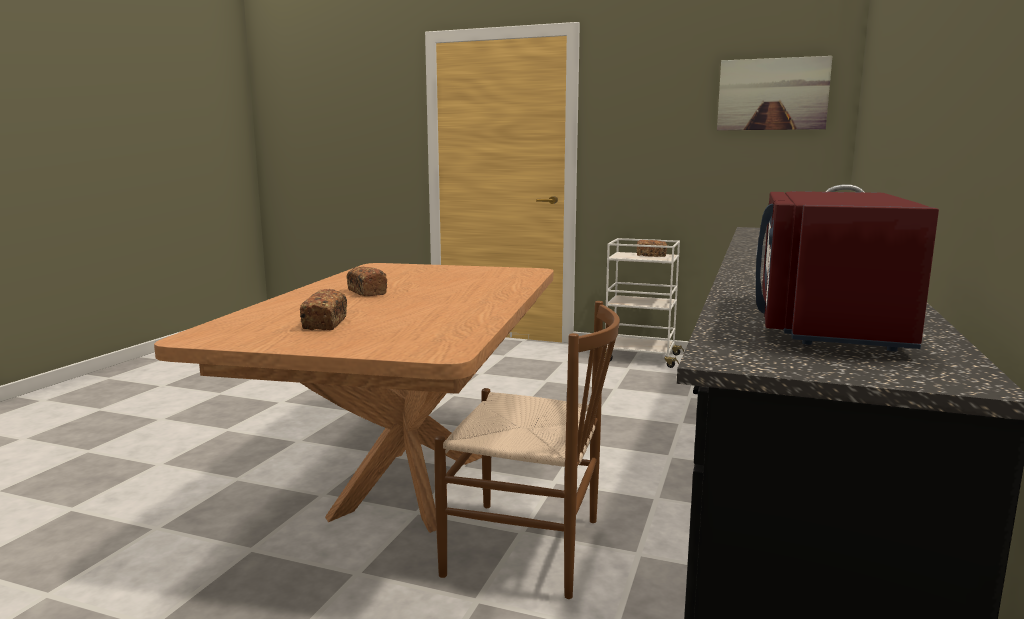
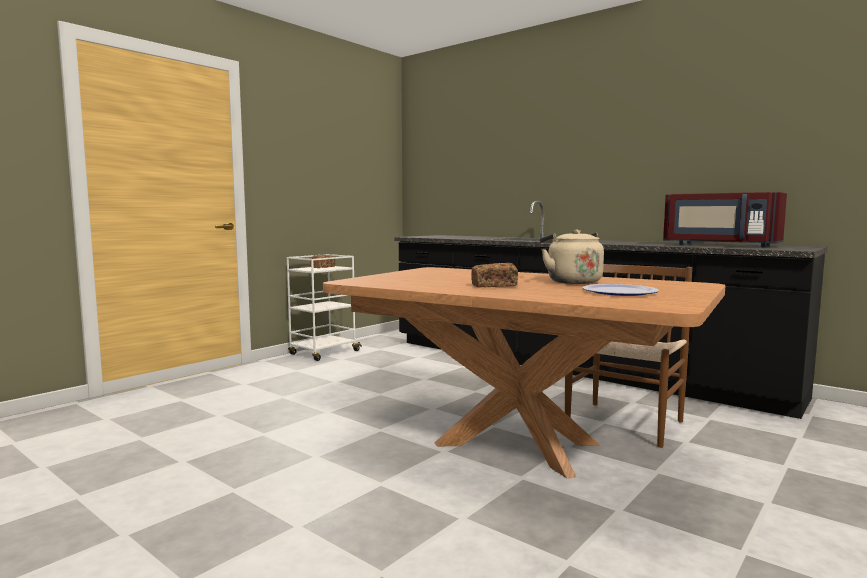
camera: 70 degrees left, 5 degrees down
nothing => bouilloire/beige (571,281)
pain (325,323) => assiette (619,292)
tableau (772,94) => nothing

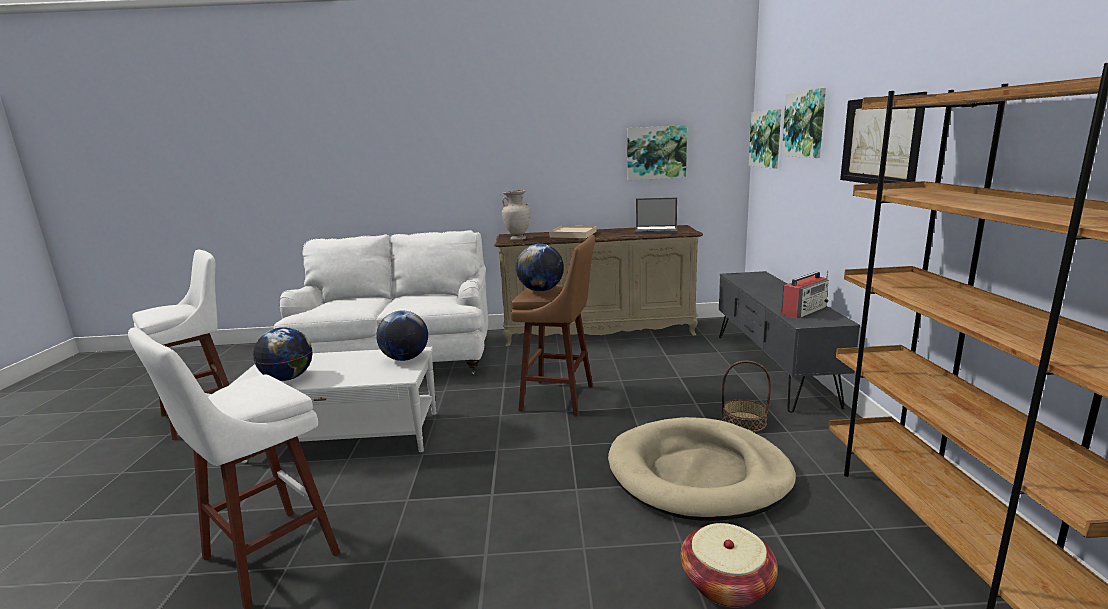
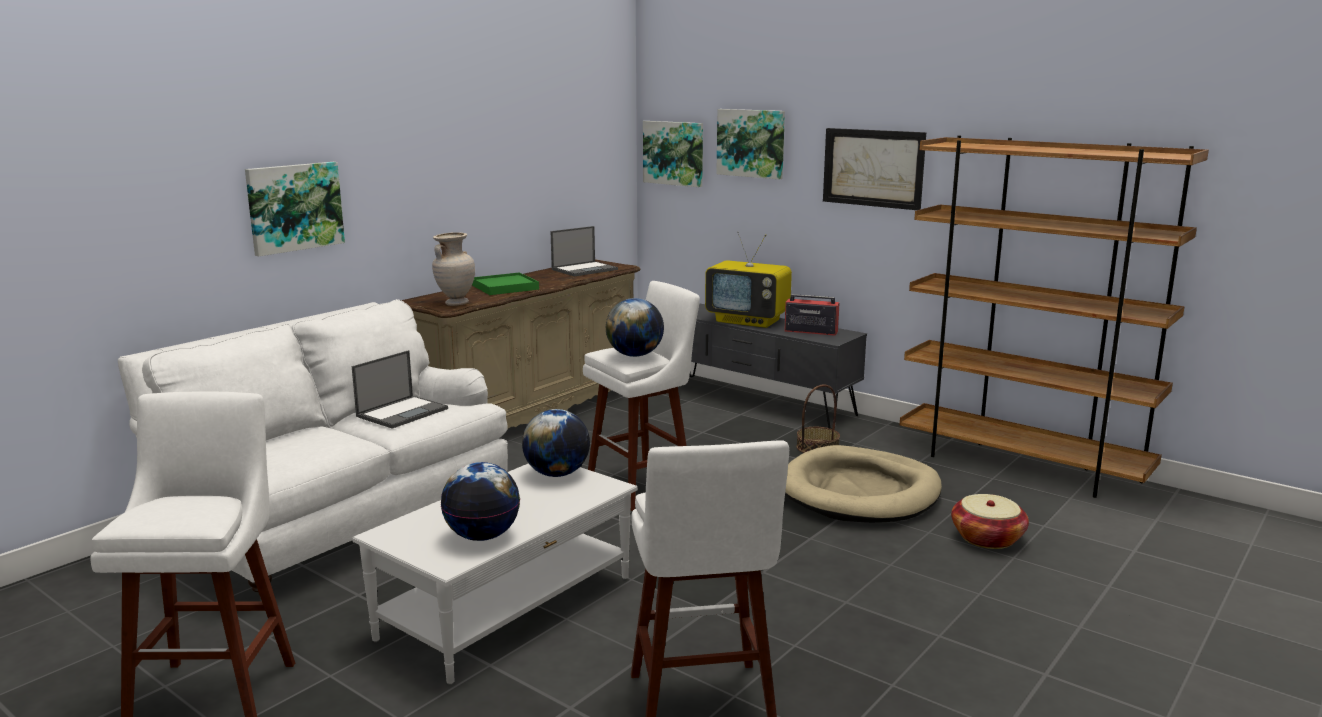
camera: 50 degrees left, 0 degrees up
tableau (656,152) => tableau (294,207), shifted
nothing => ordinateur portable (403,412)
plateau/beige (573,234) => plateau/vert (504,287)
tabouret/marron (560,398) => tabouret/blanc (643,486)
nothing => téléviseur (748,321)
radio (804,311) => radio (810,331), 75 degrees counterclockwise

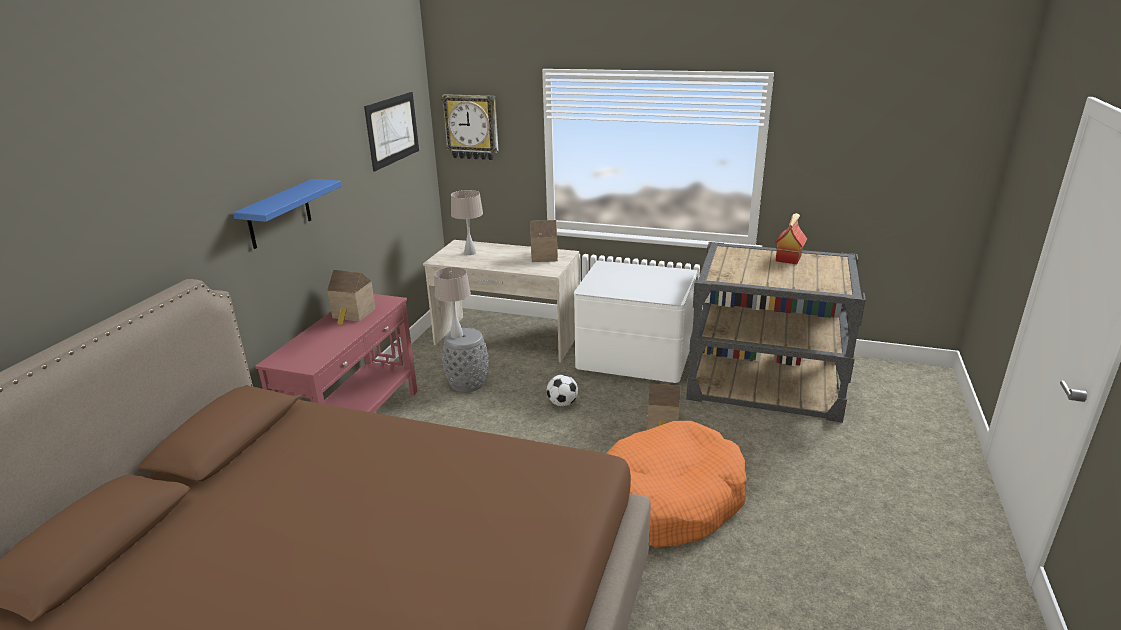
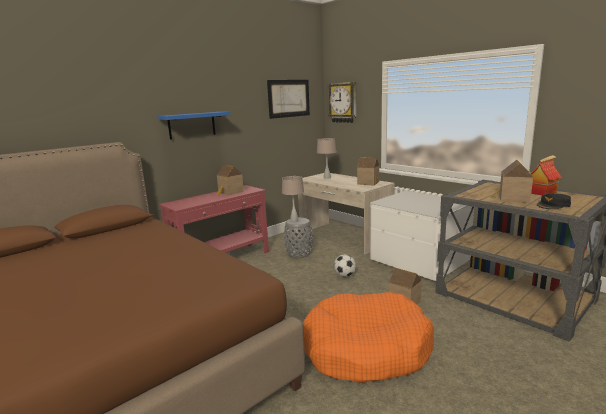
camera: 30 degrees right, 10 degrees down
nothing => maison miniature (512,199)
nothing => casquette/noir (553,205)

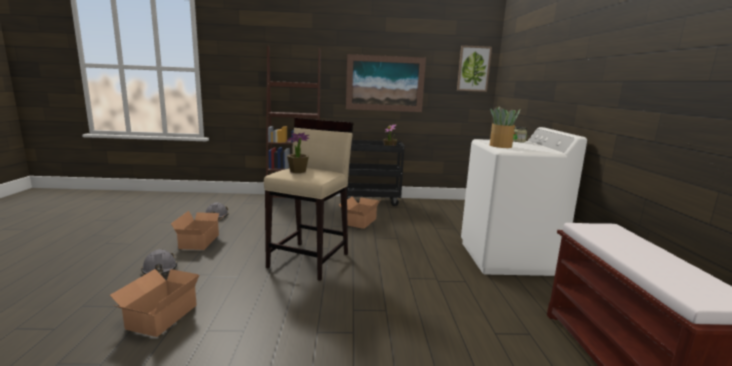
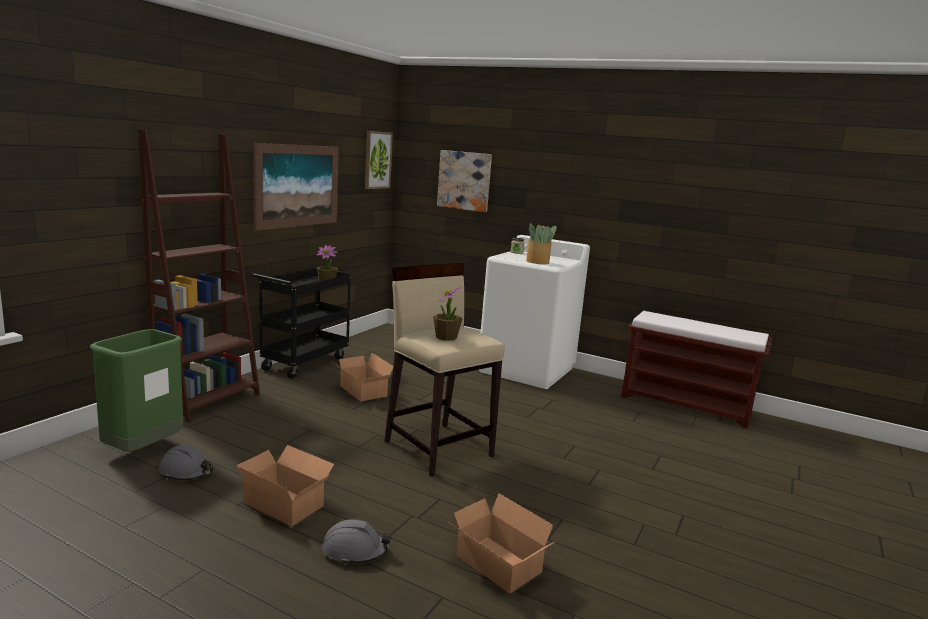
camera: 60 degrees left, 0 degrees up
nothing => poubelle/vert (143,450)
nothing => tableau (464,180)

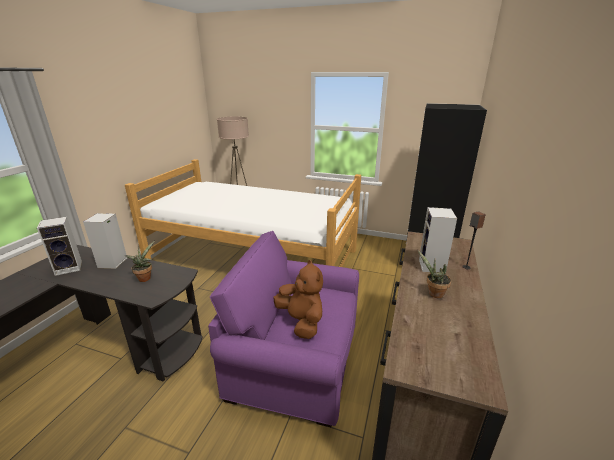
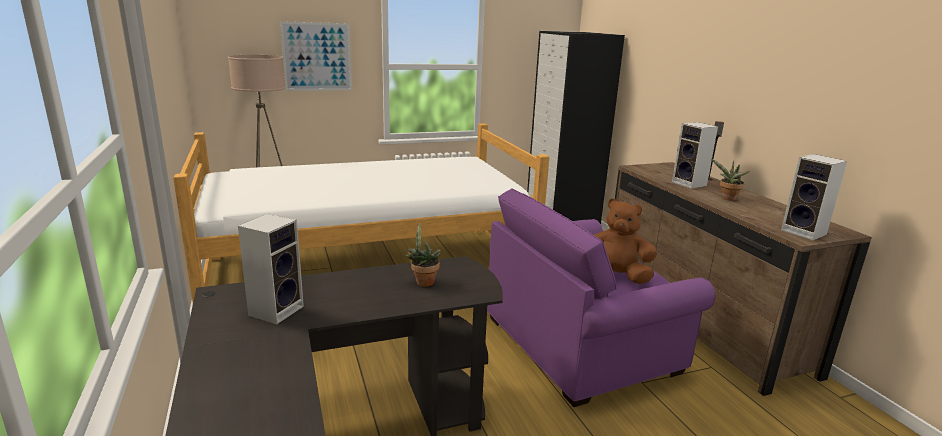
camera: 40 degrees left, 5 degrees down
nothing => tableau (317,57)
enceinte (112,263) => enceinte (805,232), shifted

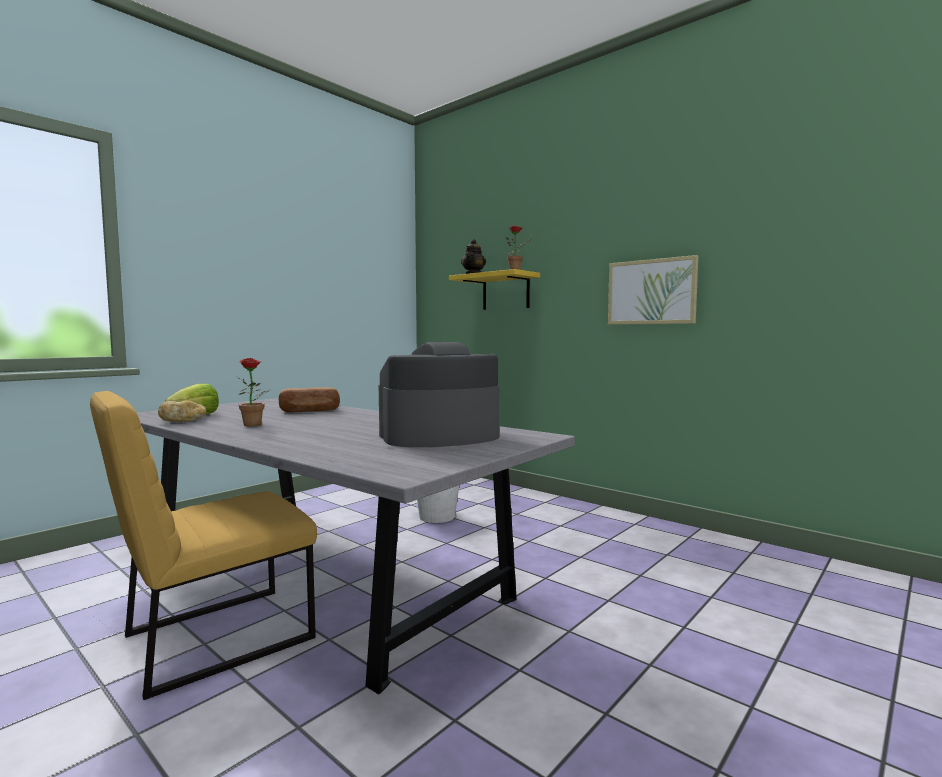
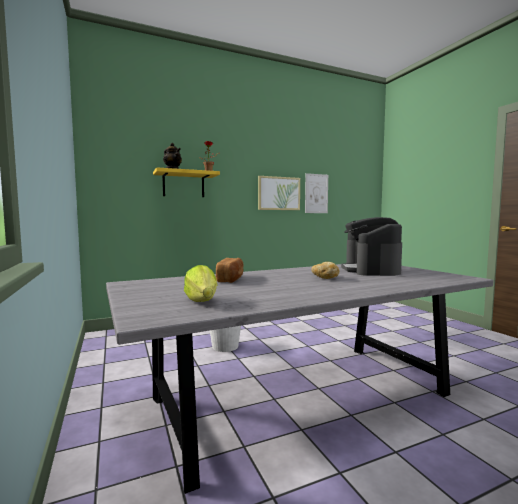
camera: 65 degrees left, 0 degrees up
nothing => tableau (316,193)
pain (183,421) => pain (325,278), shifted
chaise/jaune (213,638) => nothing
plante en pot (254,425) => nothing

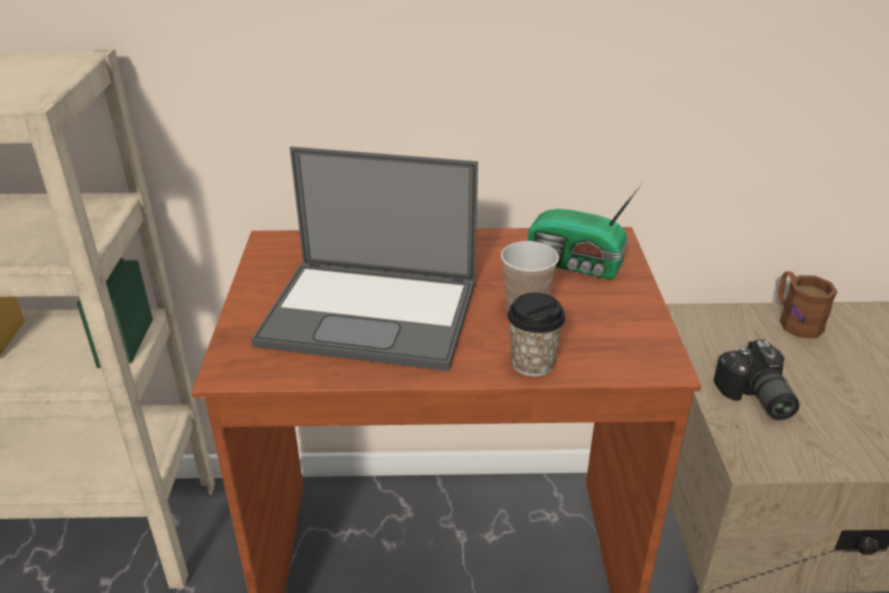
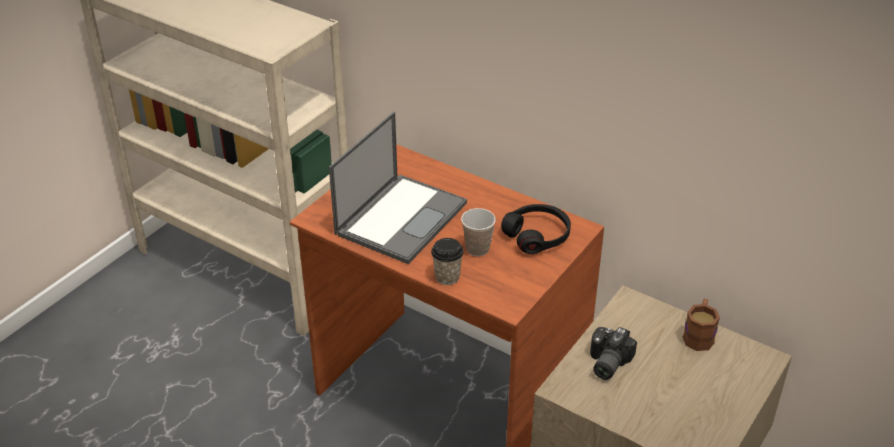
camera: 35 degrees right, 5 degrees up
ordinateur portable (373,313) => ordinateur portable (401,217), 105 degrees counterclockwise
radio (576,265) => casque audio/noir (537,235)

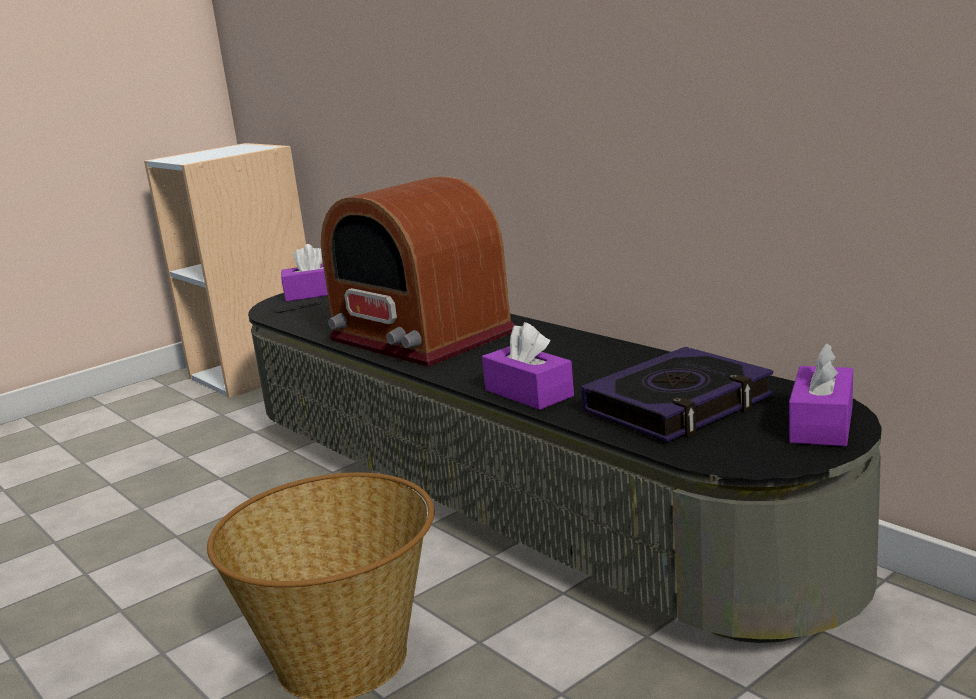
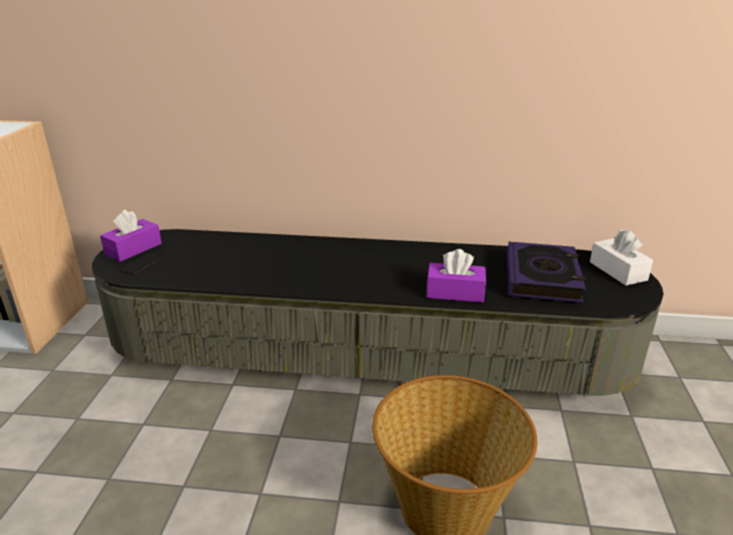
camera: 45 degrees left, 10 degrees up
boîte à mouchoirs/violet (821,424) => boîte à mouchoirs/blanc (618,271)
radio (420,337) => nothing

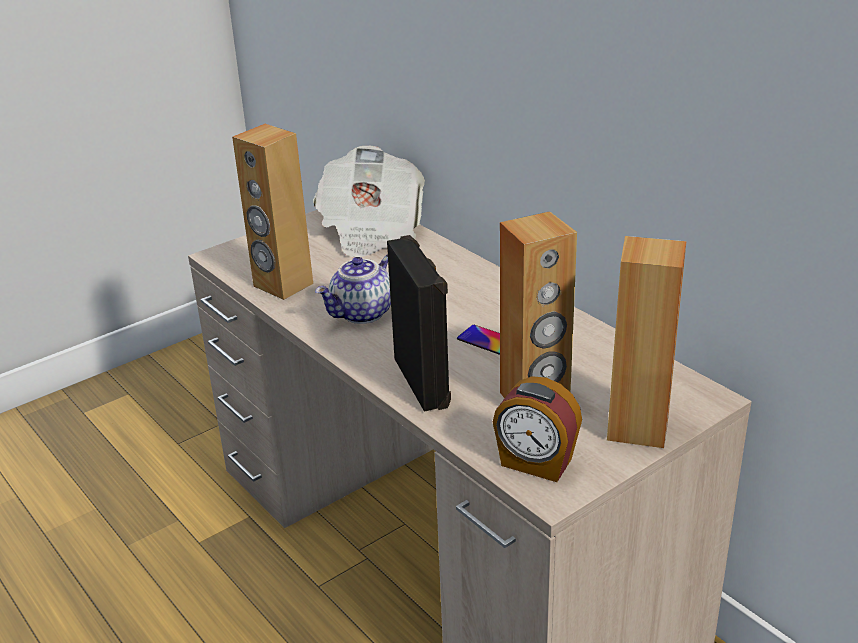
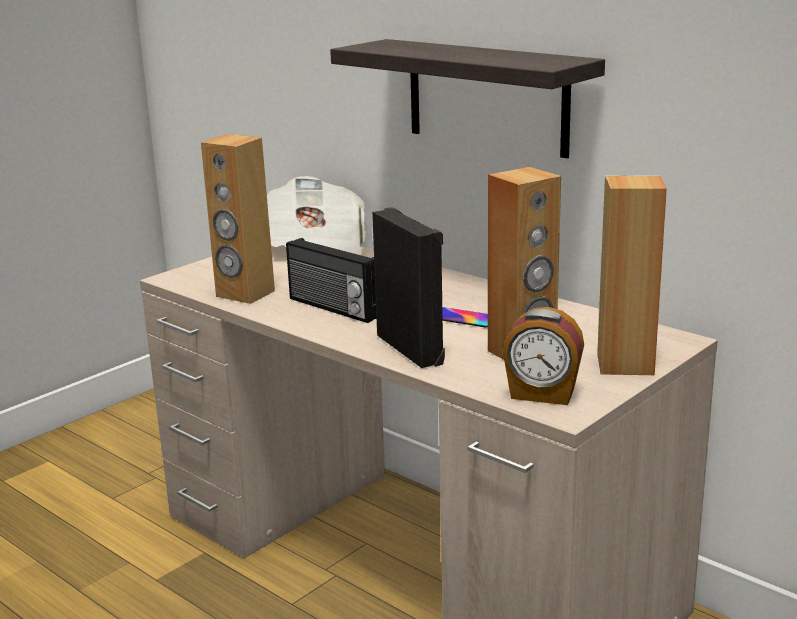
camera: 10 degrees left, 10 degrees down
théière (363,314) => radio (333,308)
nothing => étagère (487,97)

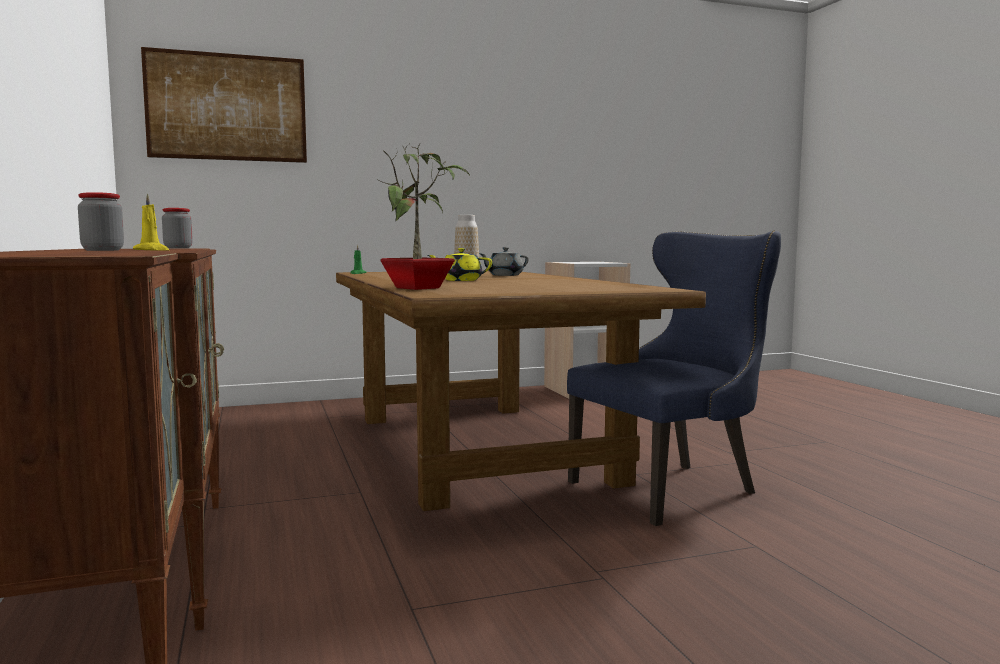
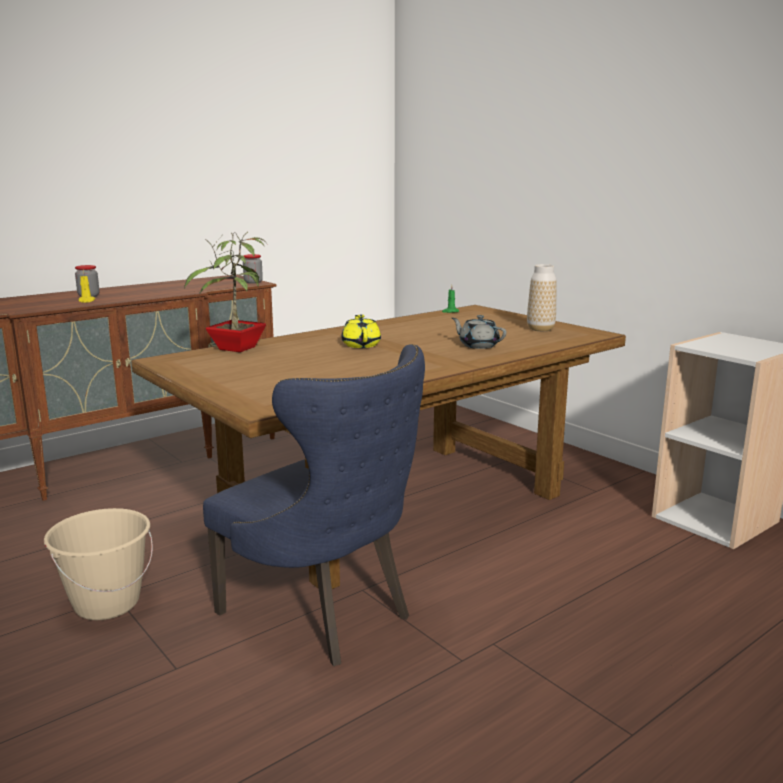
camera: 70 degrees right, 10 degrees up
nothing => seau/beige (107,603)
tableau (227,107) => nothing

